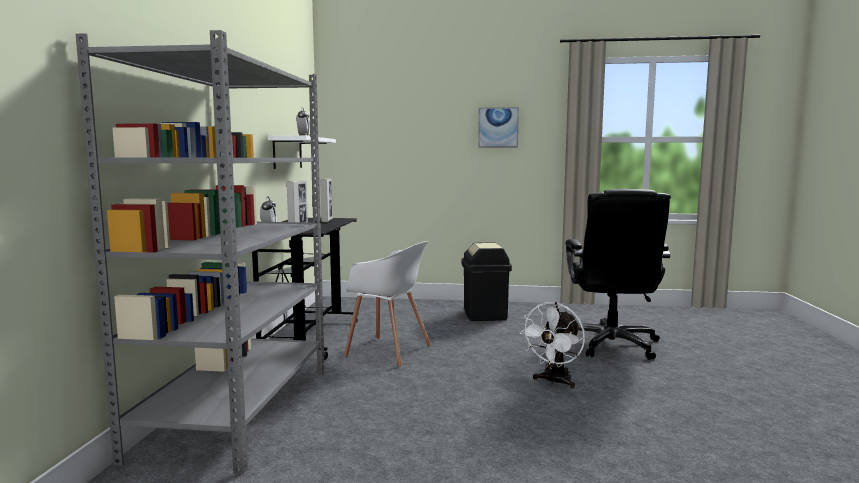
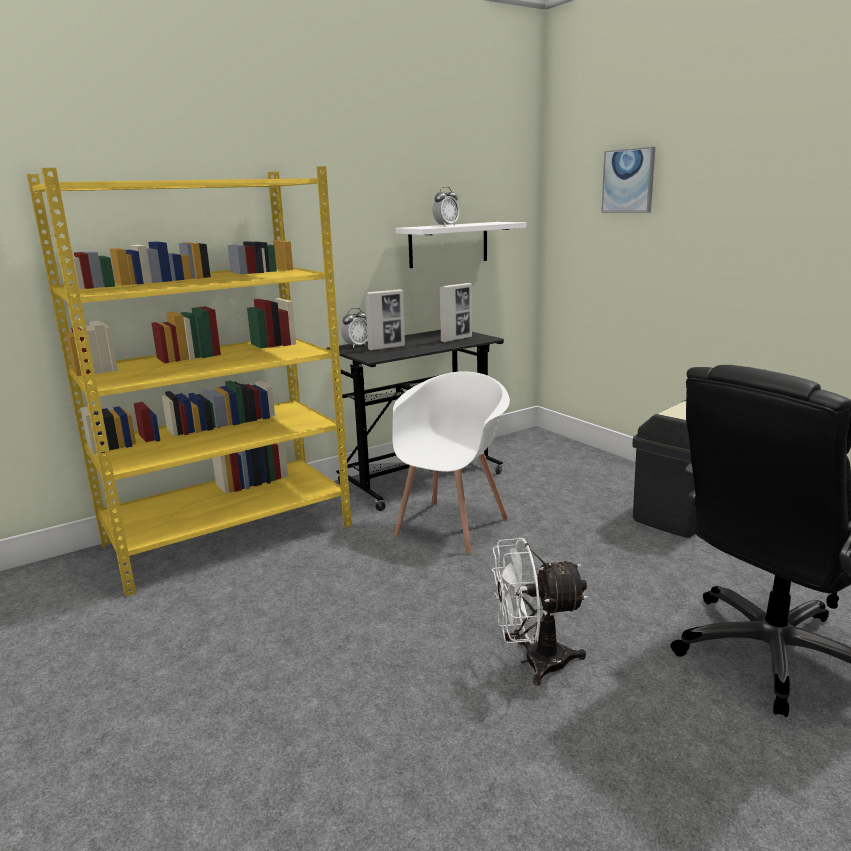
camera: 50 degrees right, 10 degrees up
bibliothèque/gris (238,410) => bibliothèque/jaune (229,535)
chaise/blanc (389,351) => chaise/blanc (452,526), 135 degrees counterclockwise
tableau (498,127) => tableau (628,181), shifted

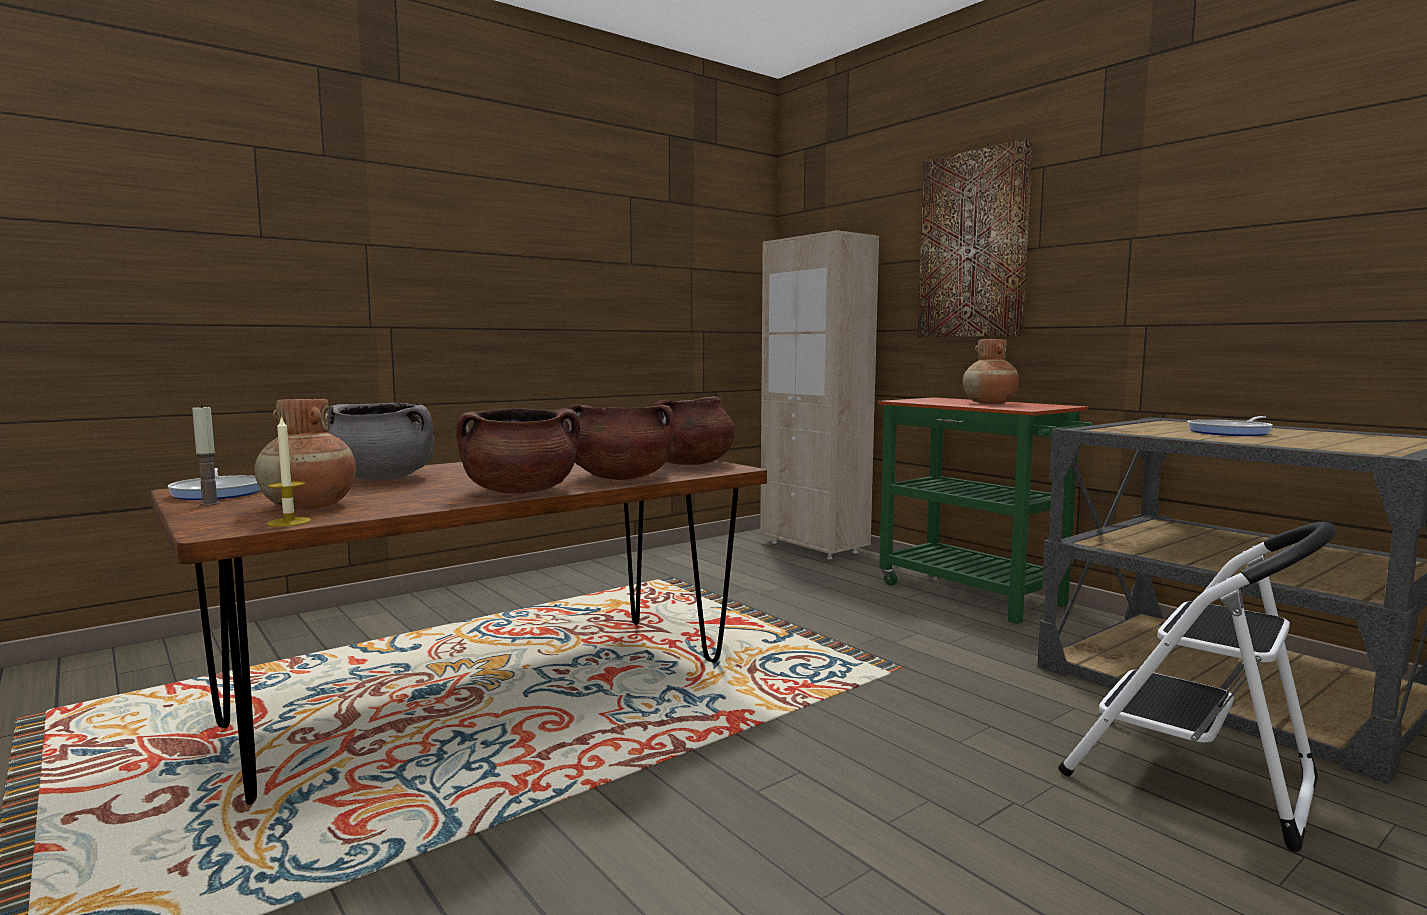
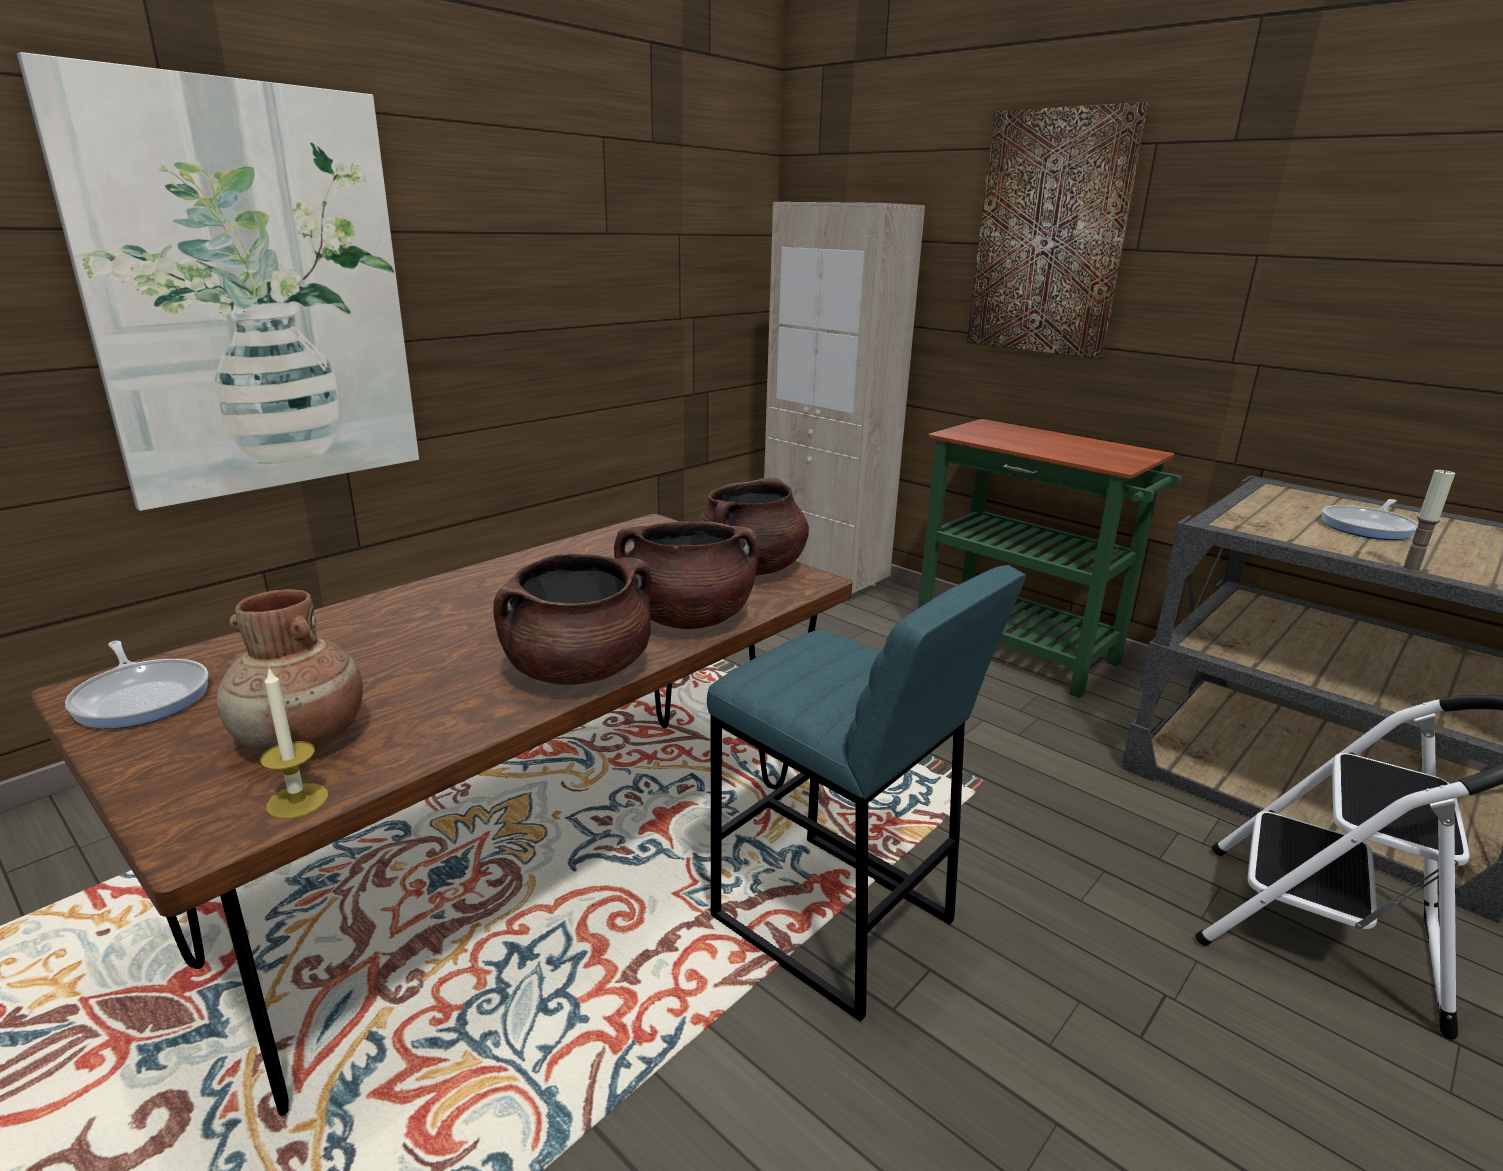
camera: 10 degrees left, 15 degrees up
nothing => tableau (255,296)
nothing => tabouret/turquoise (837,922)
bougie (210,504) => bougie (1410,569), shifted
marmite/gris (383,478) => nothing
vase/marron (989,403) => nothing

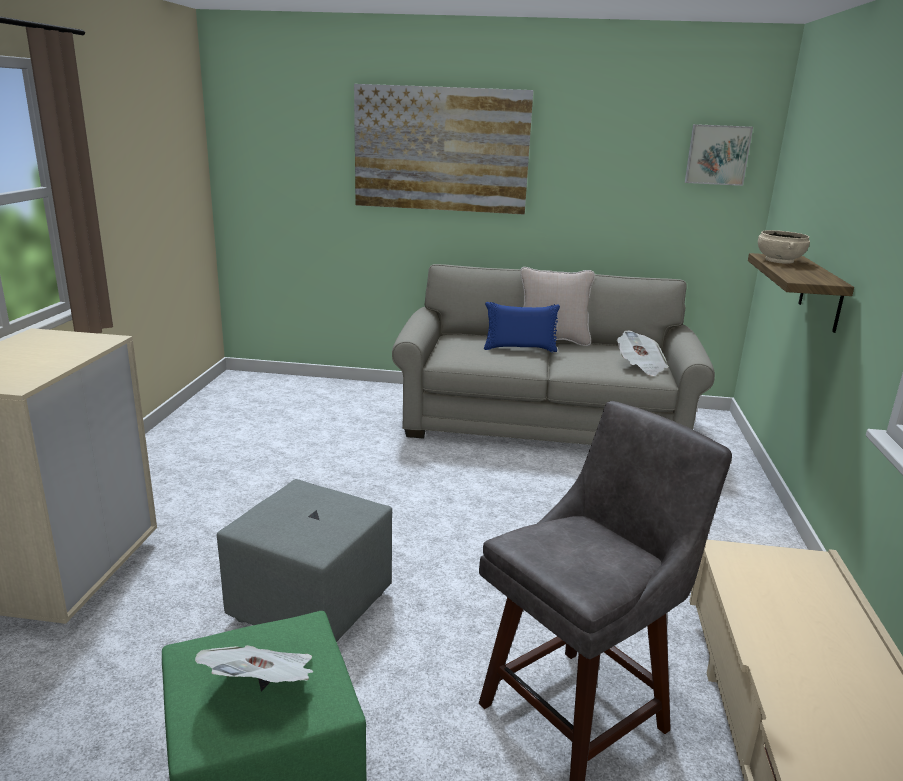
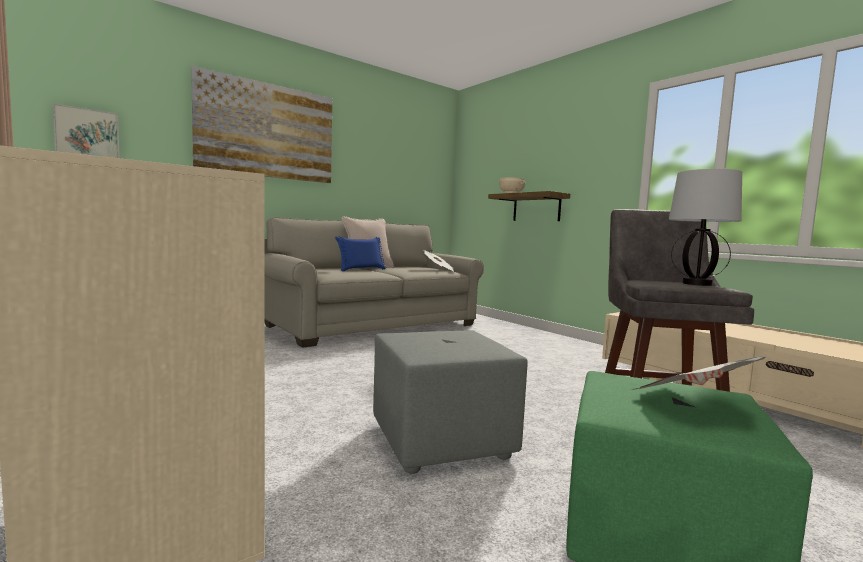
camera: 45 degrees left, 15 degrees down
tableau (717,154) => tableau (87,136), shifted
nothing => lampe de table (696,284)

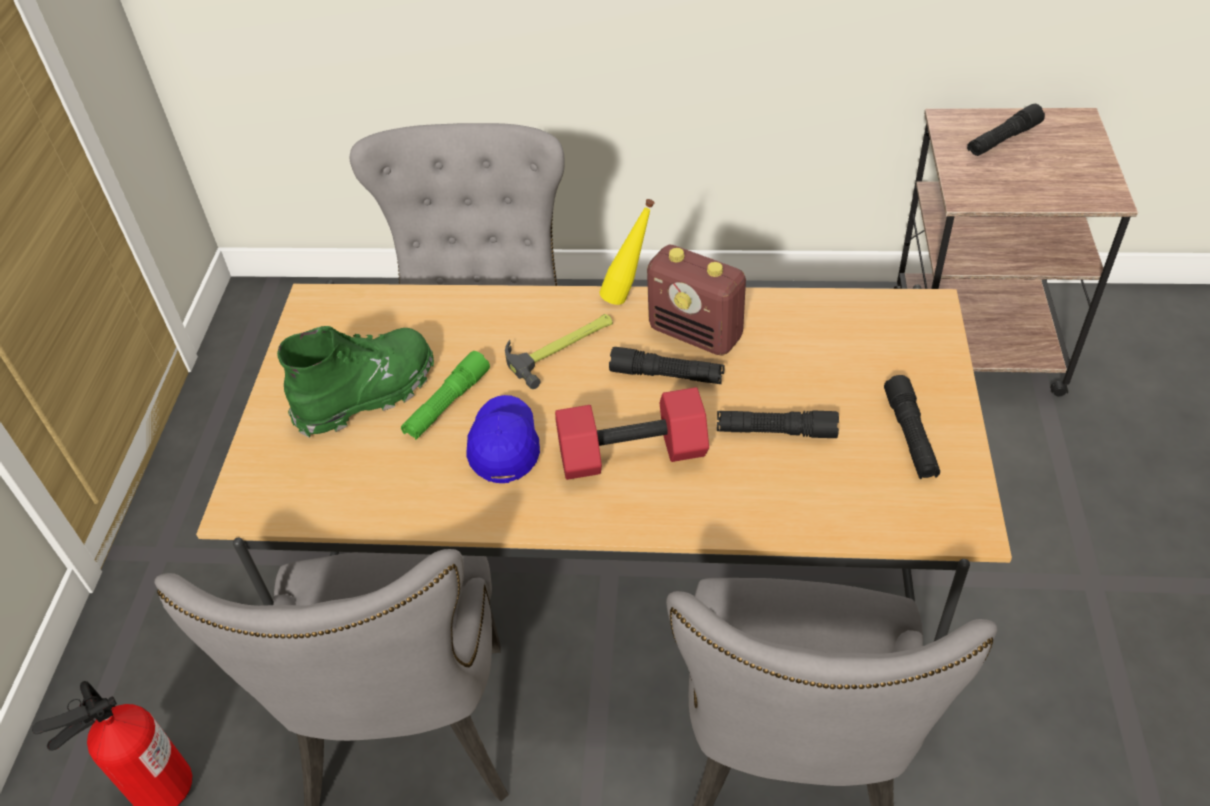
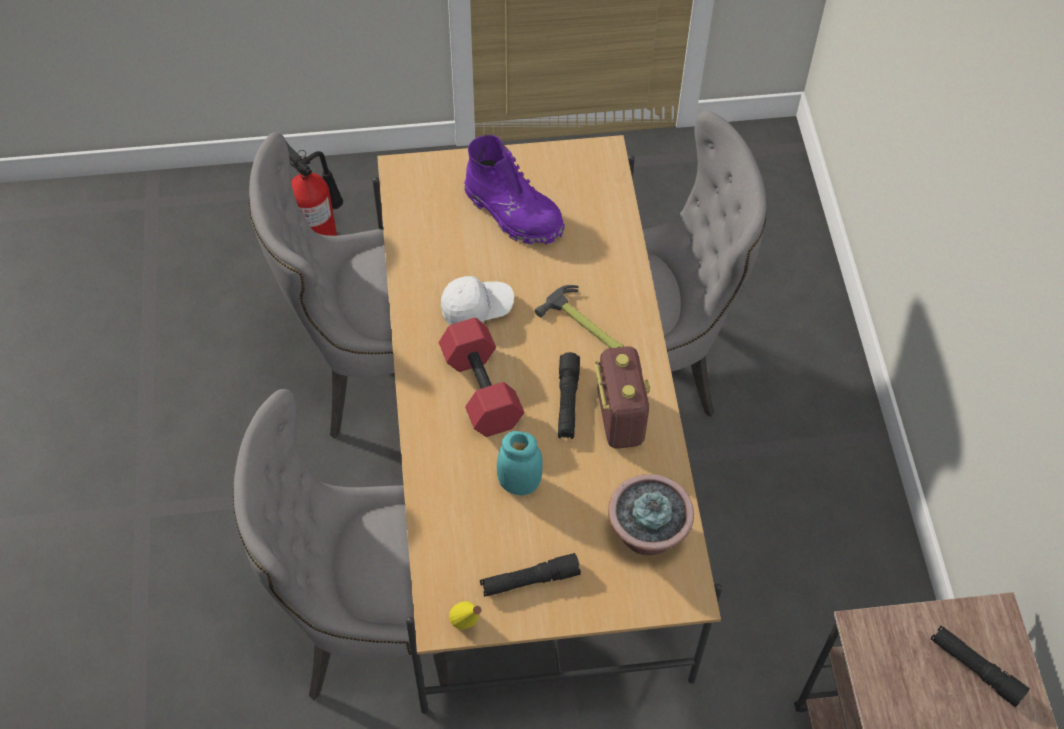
camera: 75 degrees right, 10 degrees up
casquette/bleu (504,446) => casquette/blanc (476,308)
bouteille/jaune (628,296) => bouteille/jaune (469,631), shifted
botte/vert (367,394) => botte/violet (513,213)
lampe de poche/noir (776,431) => bocal/turquoise (519,483)
radio (696,334) => radio (619,416), 150 degrees clockwise
nothing => plante en pot (646,534)
lampe de poche/vert (447,404) => nothing

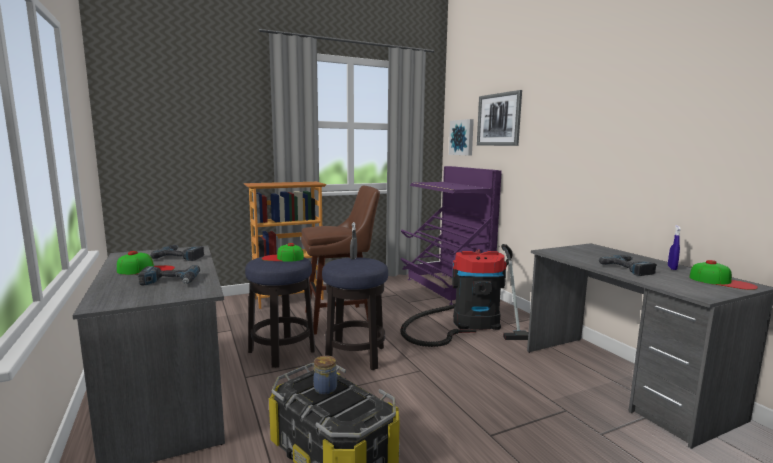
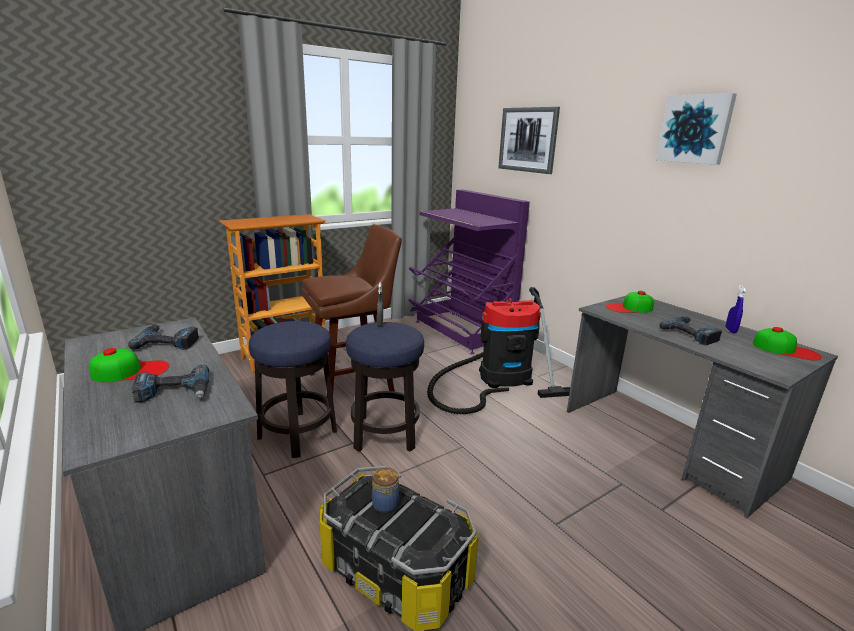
camera: 10 degrees left, 10 degrees up
casquette (282,258) => casquette (629,308), shifted
tableau (462,137) => tableau (695,129), shifted

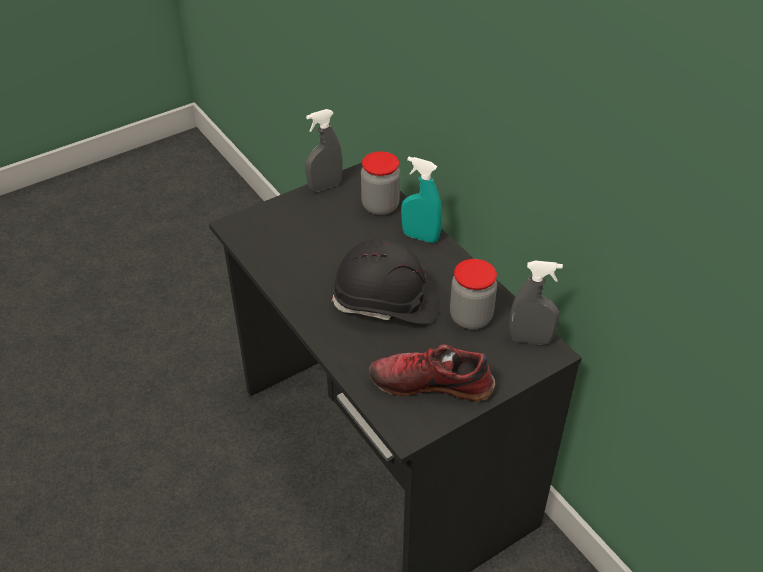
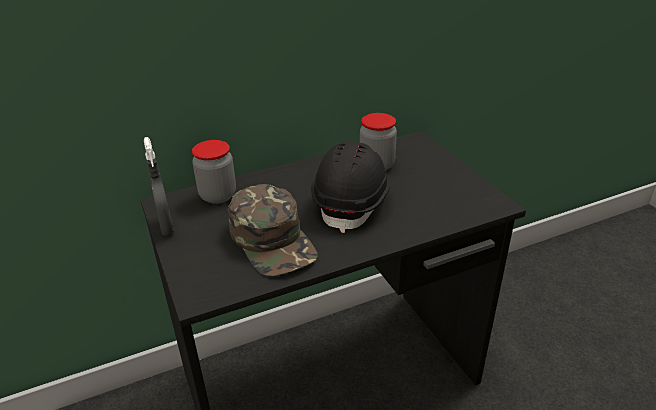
camera: 80 degrees left, 10 degrees down
nothing => casquette/vert (273,240)
chaussure (432,382) => nothing
vaporisateur/turquoise (420,237) => nothing
vaporisateur/gris (530,339) => nothing

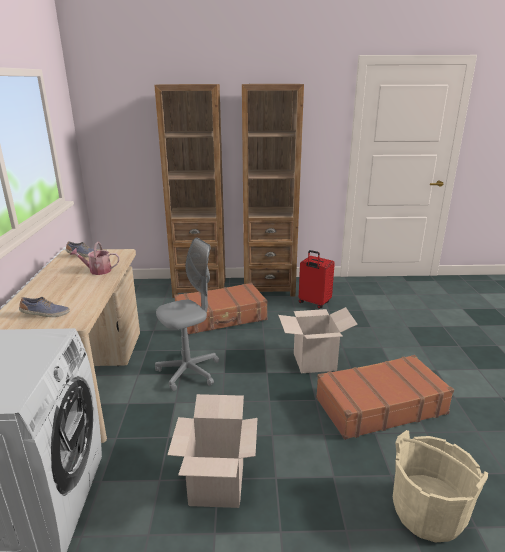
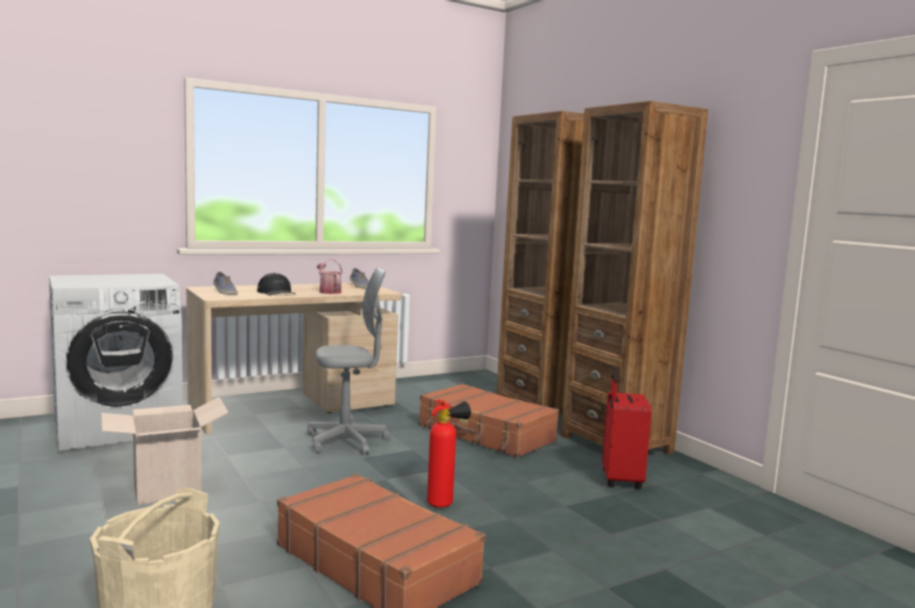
camera: 60 degrees right, 15 degrees down
nothing => casquette/noir (276,292)
chaise de bureau/gris (189,372) => chaise de bureau/gris (346,441), 45 degrees counterclockwise
carton (314,361) => extincteur (444,503)

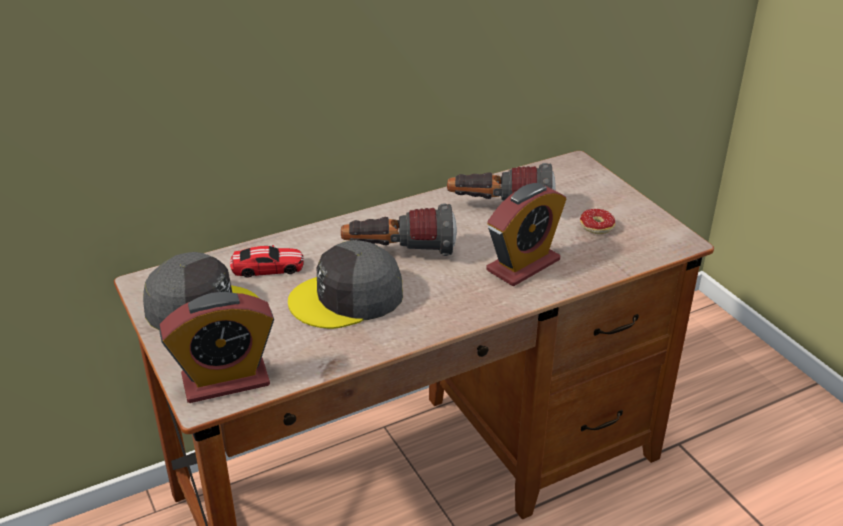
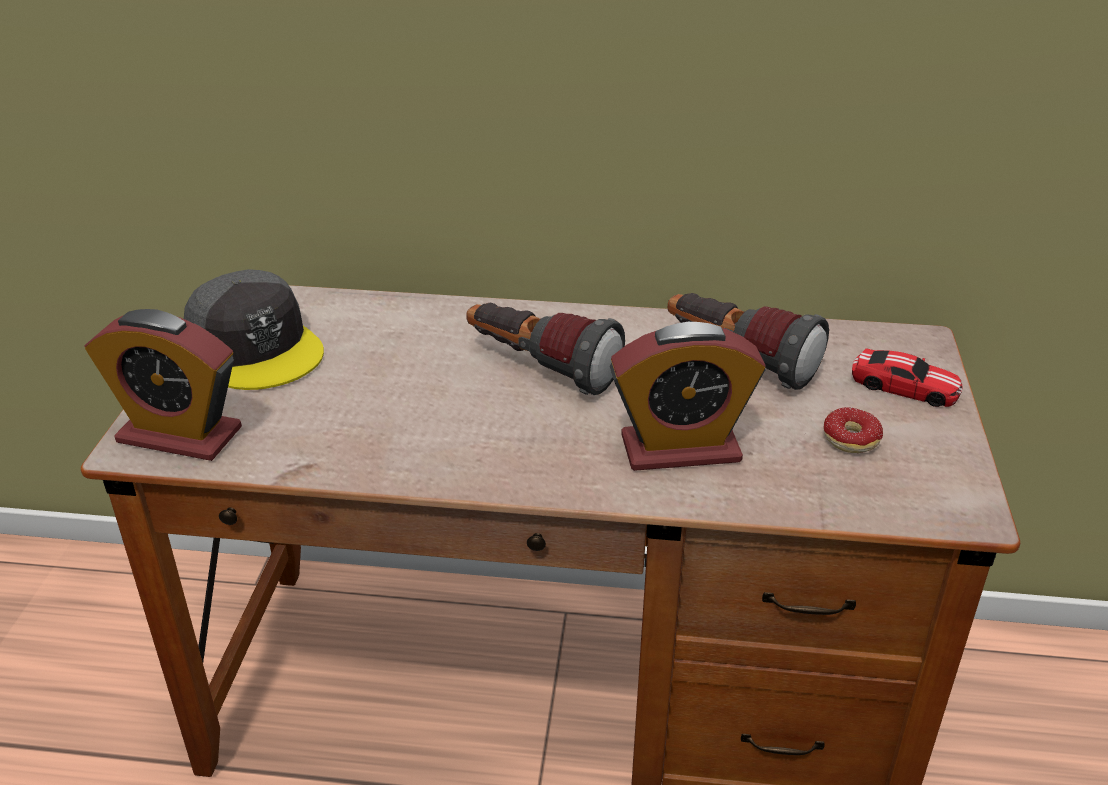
camera: 35 degrees right, 0 degrees up
petite voiture (267,267) => petite voiture (904,386), shifted
casquette/gris (347,298) => nothing

